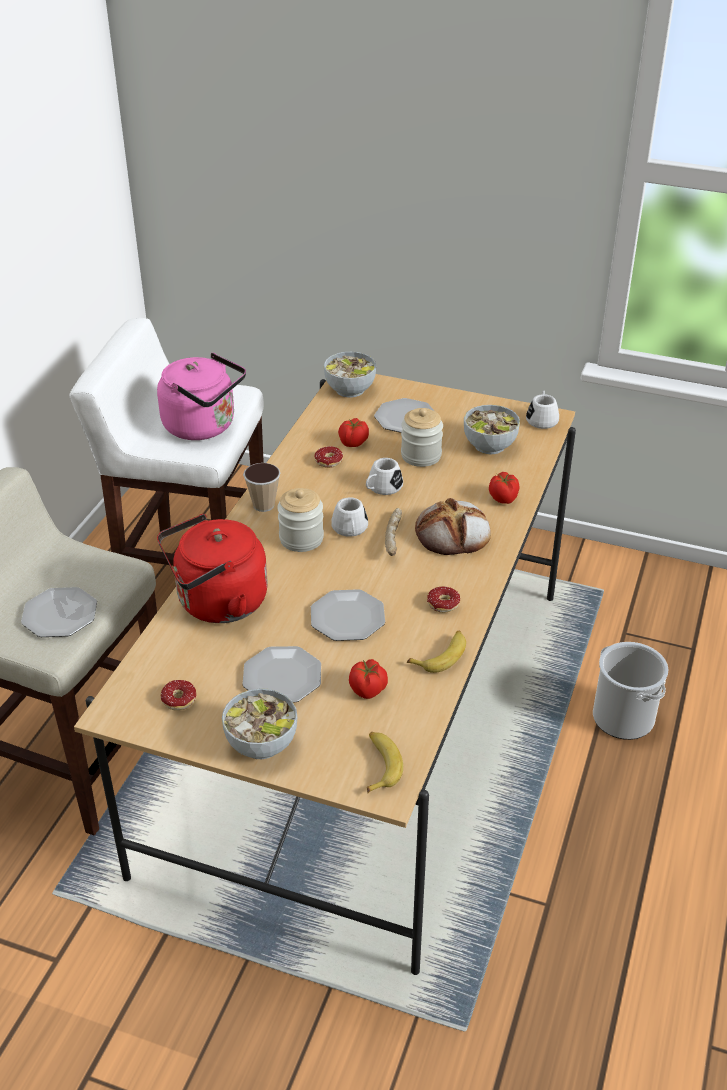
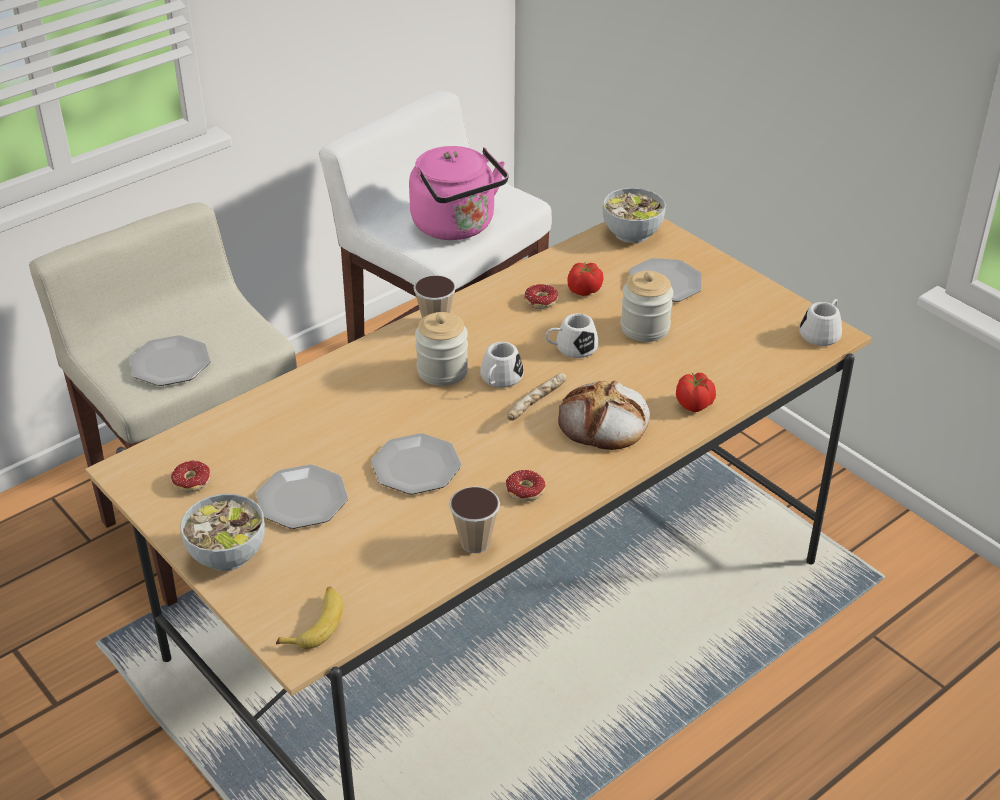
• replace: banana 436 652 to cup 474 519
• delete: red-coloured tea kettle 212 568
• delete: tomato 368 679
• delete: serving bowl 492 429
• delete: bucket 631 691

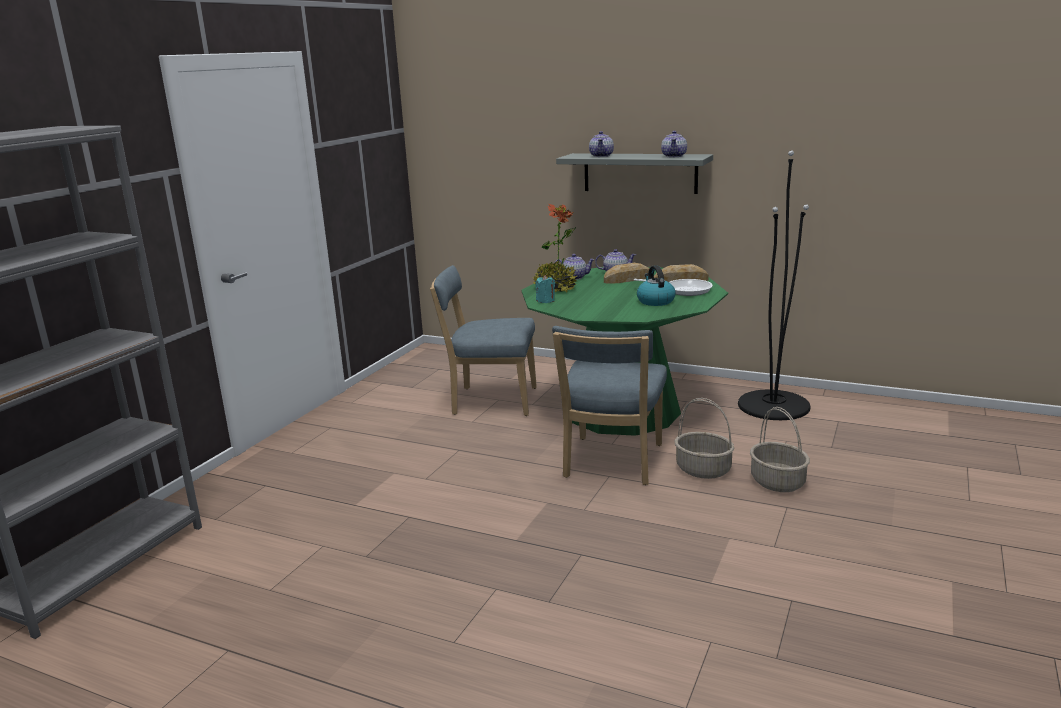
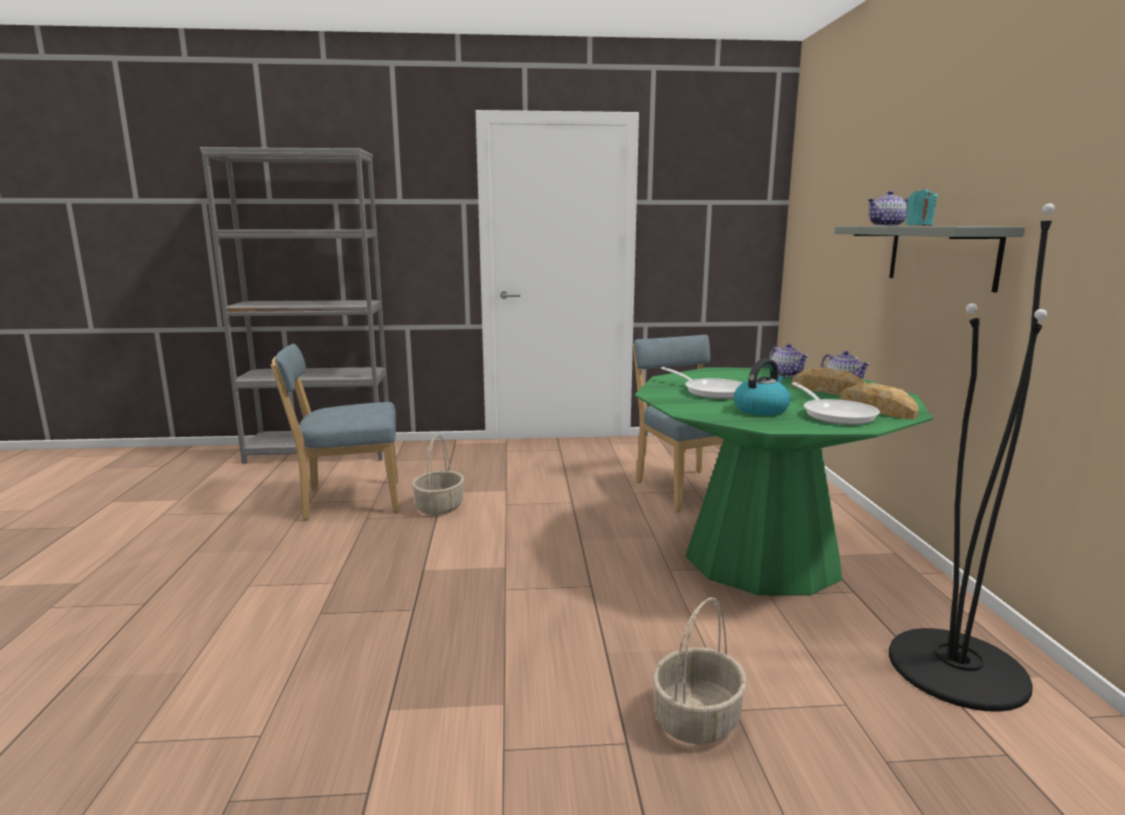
• move: blue-coloured upright chair 609 405 to 335 432
• move: storage basket 704 438 to 438 474
• insert: pan 702 383
• move: blue-green wax light 545 289 to 922 206
• delete: plant in a pot 555 248
• delete: teapot 674 144

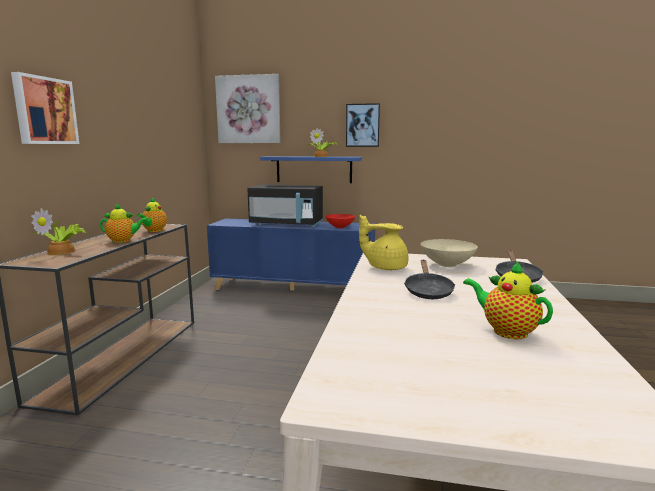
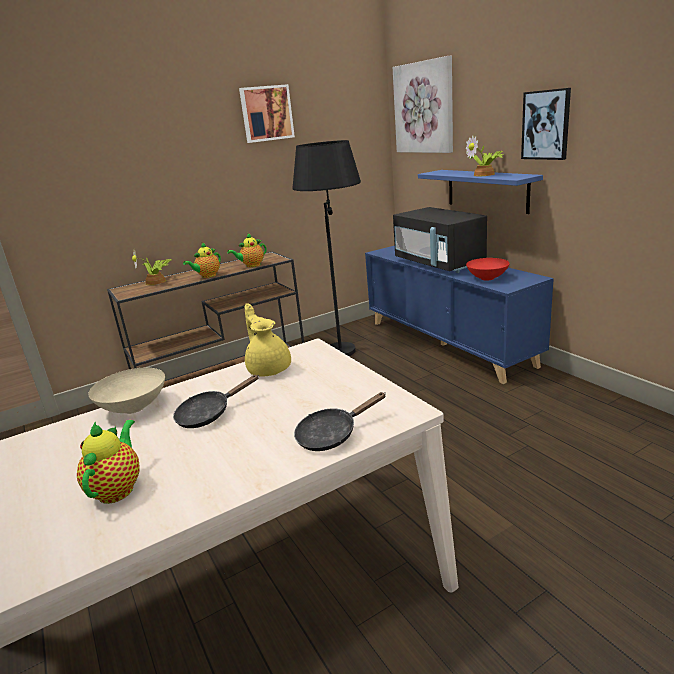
• move: beige-coloured serving bowl 449 253 to 126 390
• rotate: teapot 124 223 = 202 260 90 degrees clockwise
• move: wall art 45 108 to 267 113
• insert: blackish floor lamp 327 248

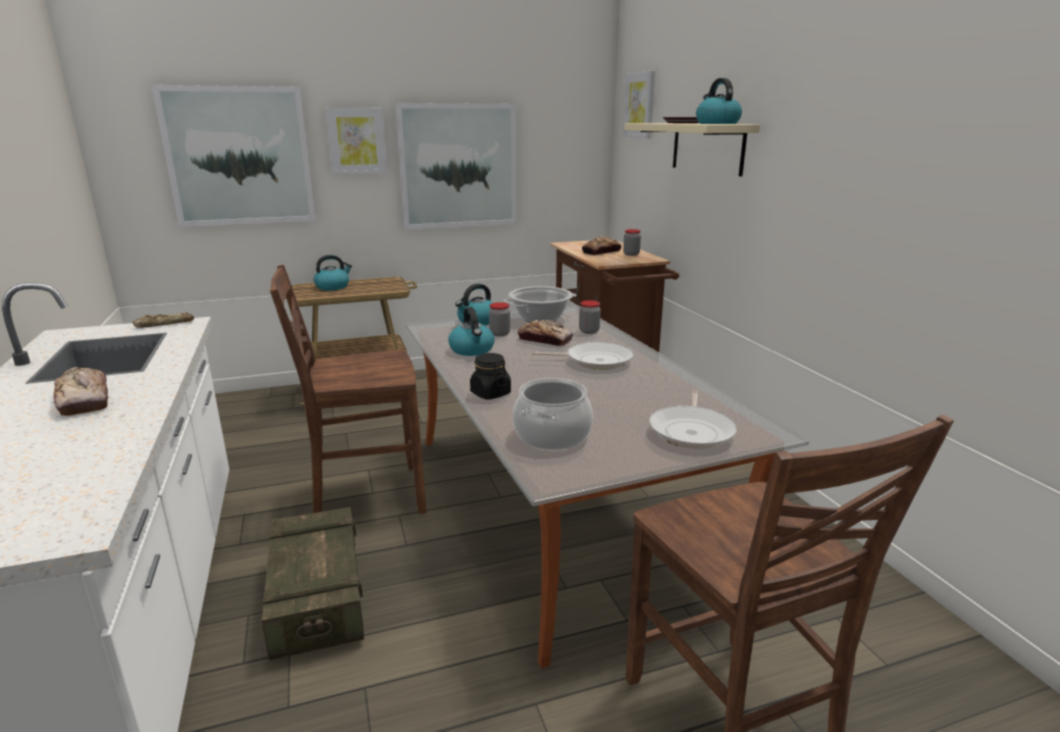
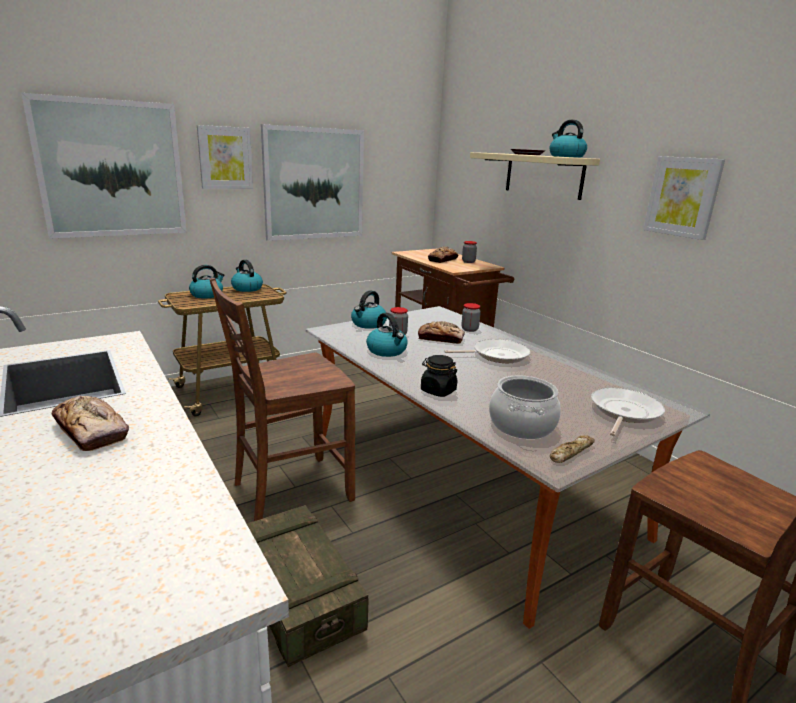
• insert: tea kettle 247 276
• move: baked bread 163 320 to 572 449
• rotate: pan 693 420 = 628 412 150 degrees counterclockwise
• move: wall art 639 105 to 684 198
• delete: saucepot 540 304

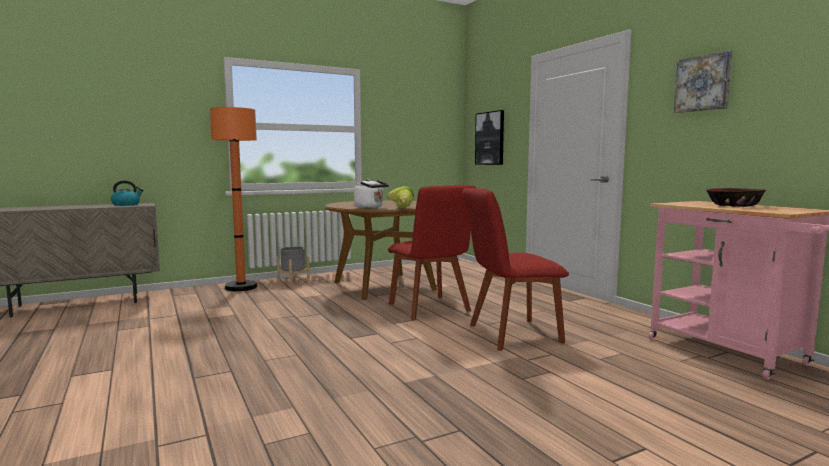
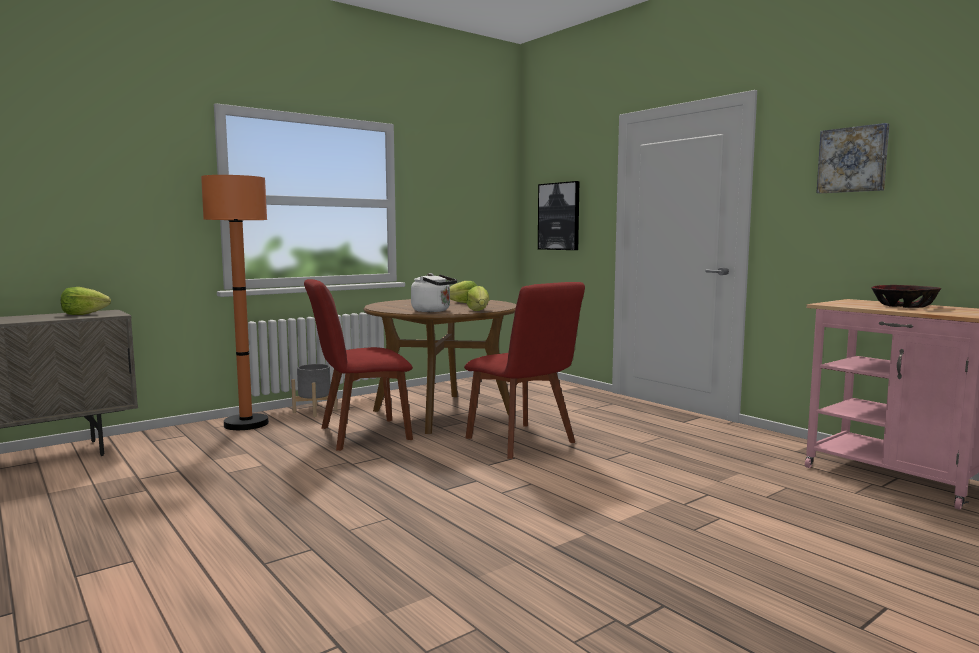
• replace: tea kettle 127 193 to lettuce 86 301
• move: red-coloured upright chair 515 269 to 358 365

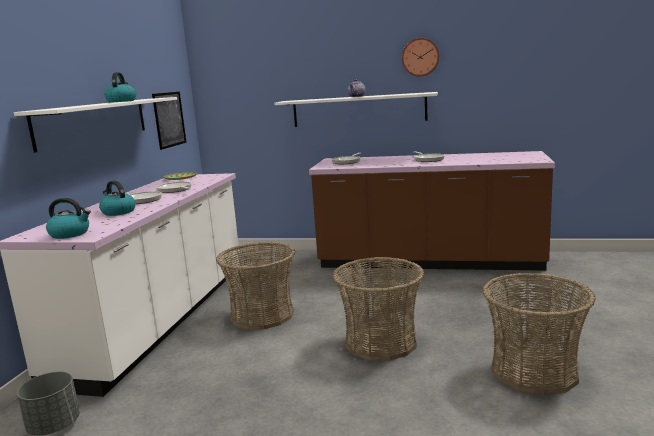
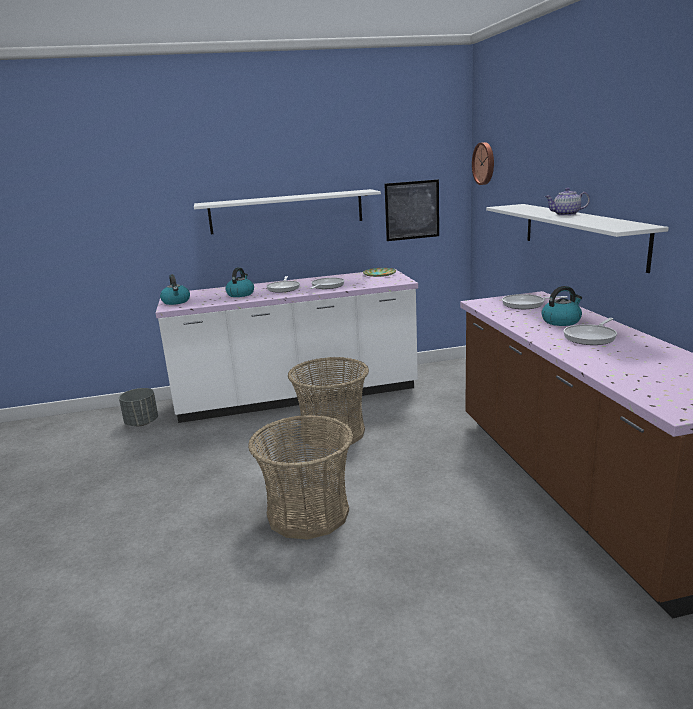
• move: hanging clock 420 57 to 483 163
• move: tea kettle 120 87 to 561 306
• delete: storage basket 539 334

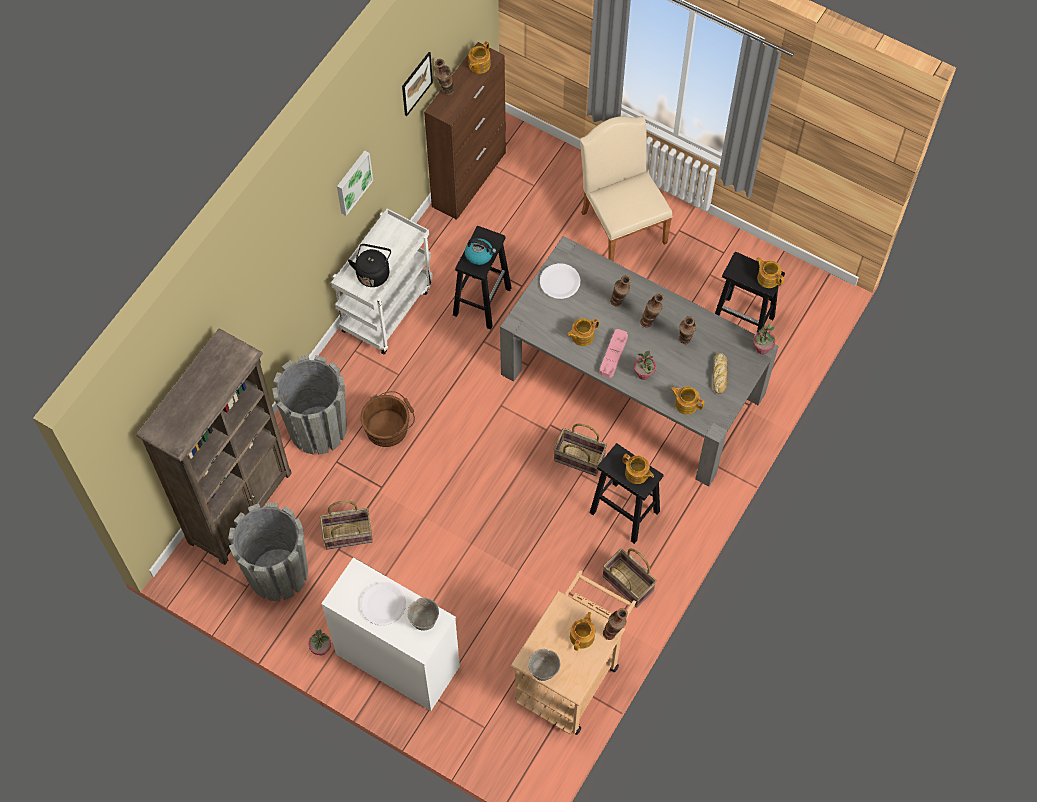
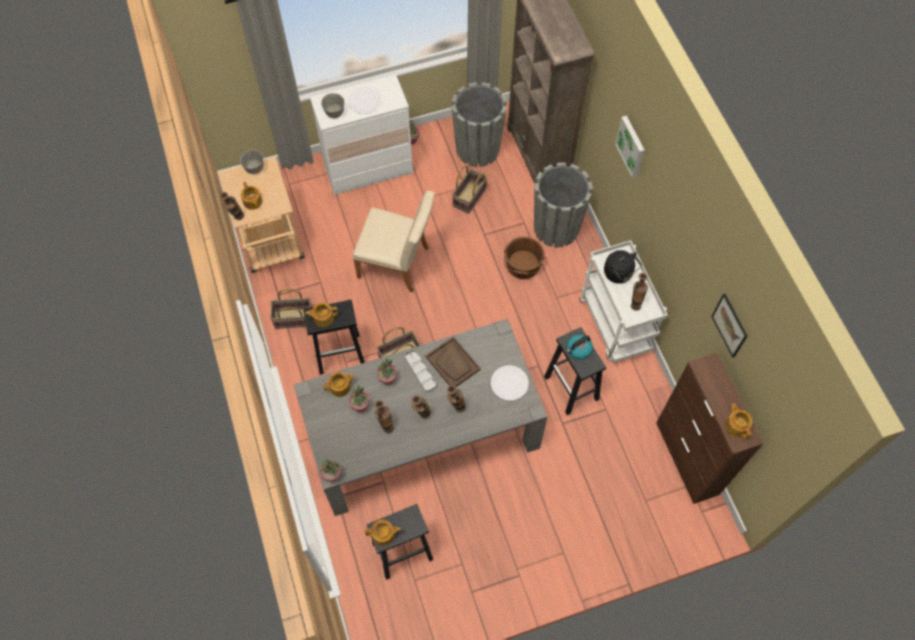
• insert: plant in a pot 359 398
• move: beige-coloured upright chair 626 189 to 393 241
• recolor: pinkish carrying tray 614 353 to greyish carrying tray 420 371
• replace: teapot 583 332 to brown-coloured carrying tray 453 361
• move: wall art 355 183 to 630 147
• move: decorative vase 444 77 to 639 292
• delete: baked bread 720 373

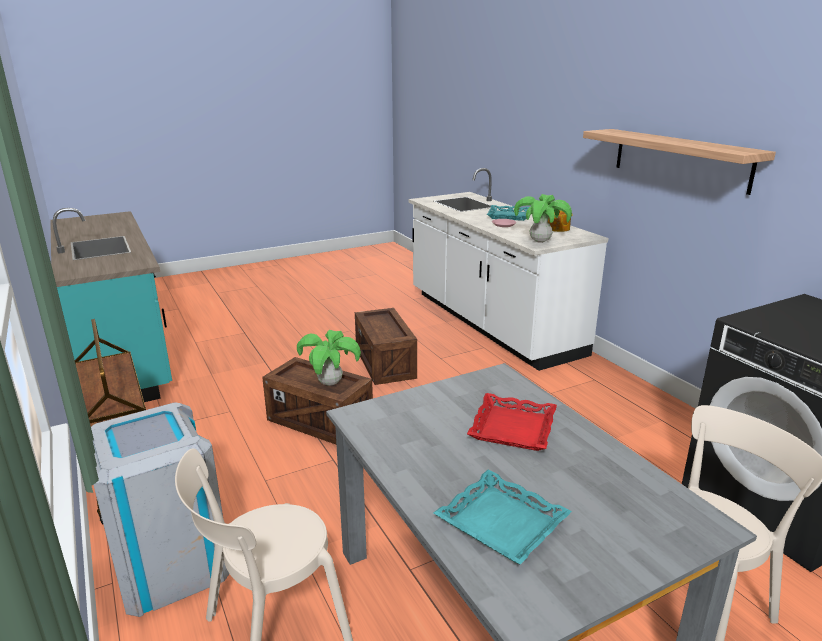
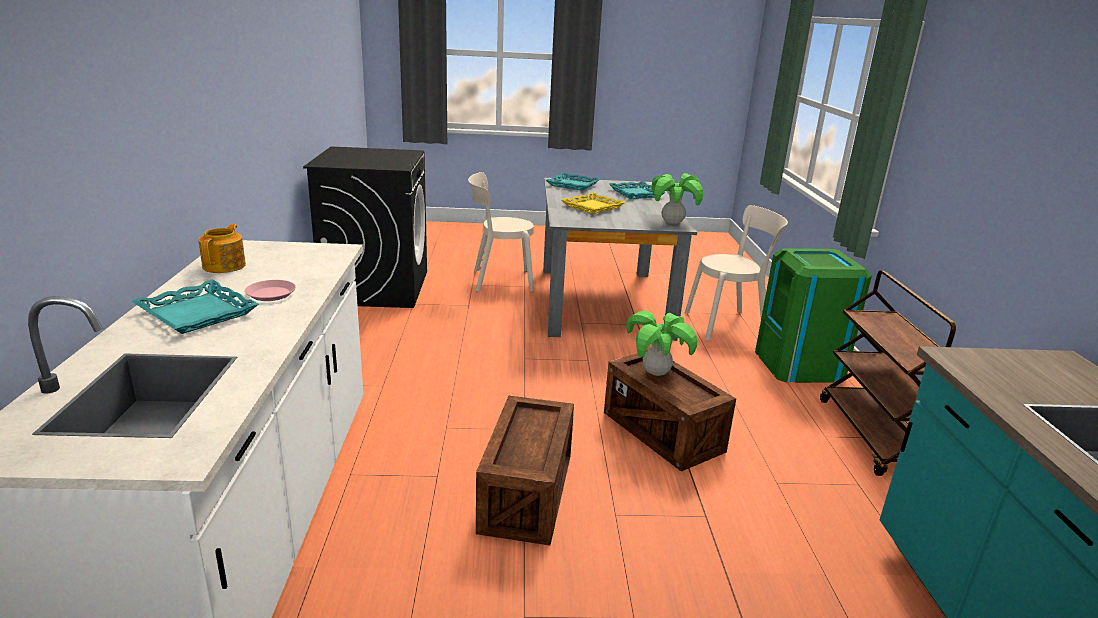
• insert: blue-green carrying tray 573 182
• recolor: red-coloured carrying tray 512 422 to yellowish carrying tray 593 203
• move: plant in a pot 543 218 to 677 199
• recolor: greyish trash can 160 509 to green trash can 813 315
• delete: shelf 679 162

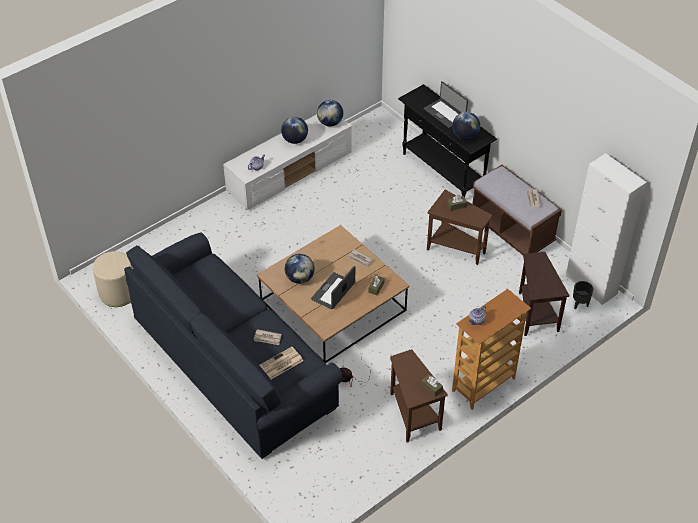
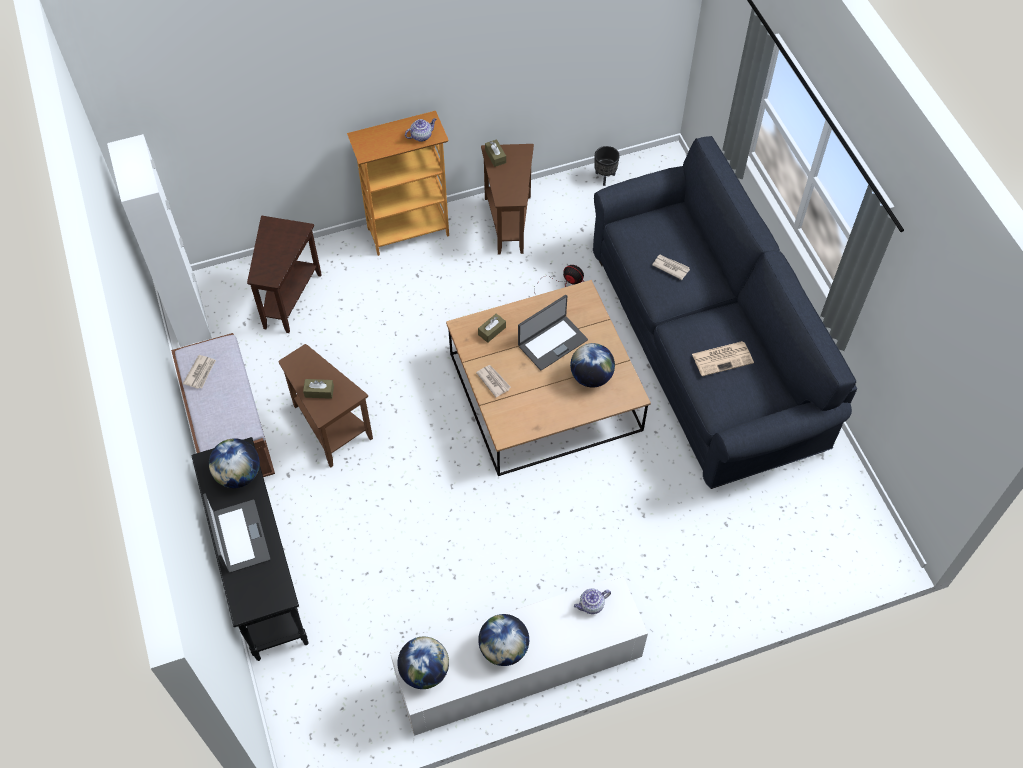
• move: blackish planter 583 295 to 607 166
• move: newspaper 281 363 to 723 358
• delete: beige-coloured footrest 113 279

